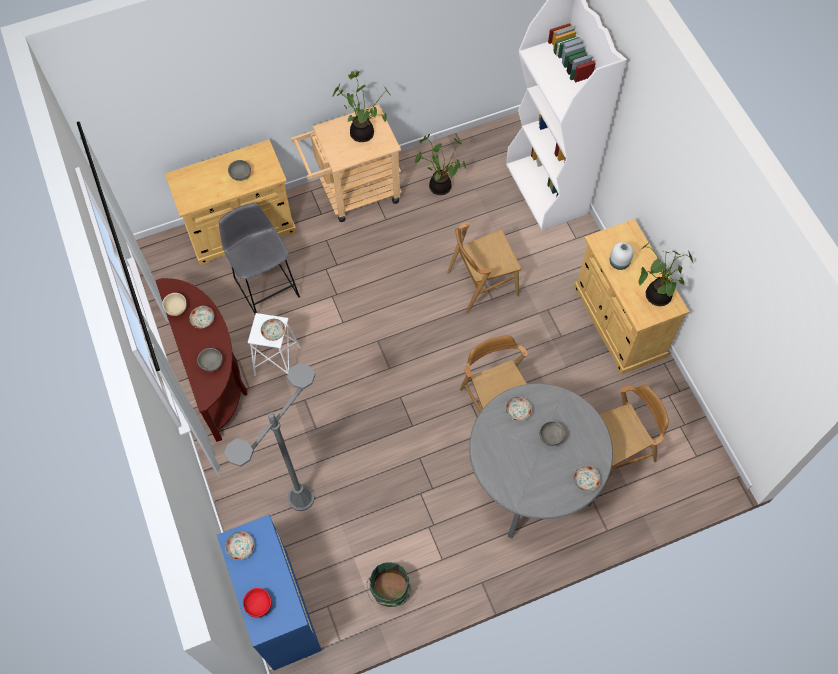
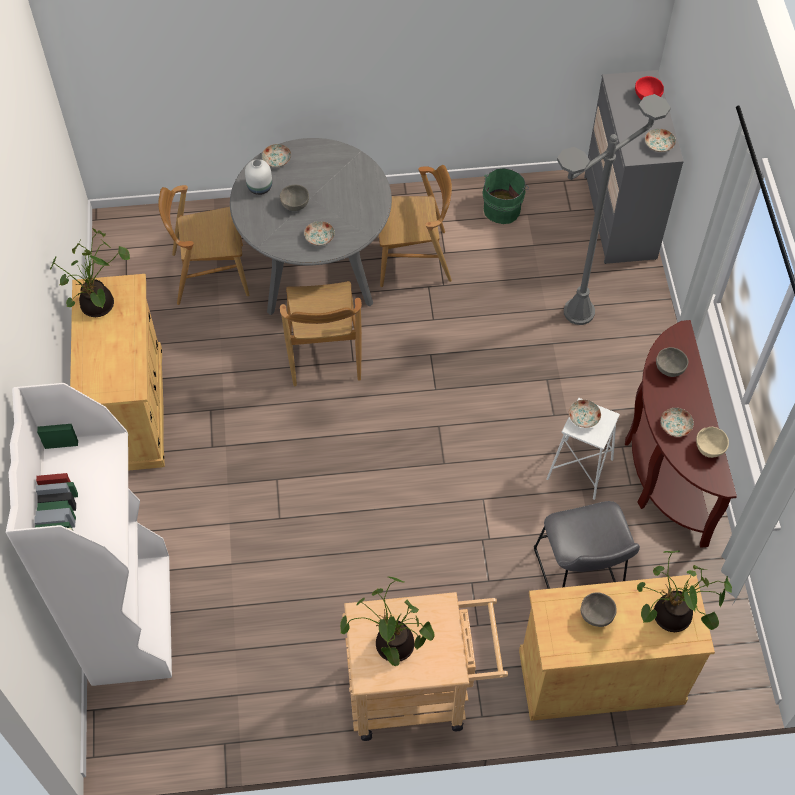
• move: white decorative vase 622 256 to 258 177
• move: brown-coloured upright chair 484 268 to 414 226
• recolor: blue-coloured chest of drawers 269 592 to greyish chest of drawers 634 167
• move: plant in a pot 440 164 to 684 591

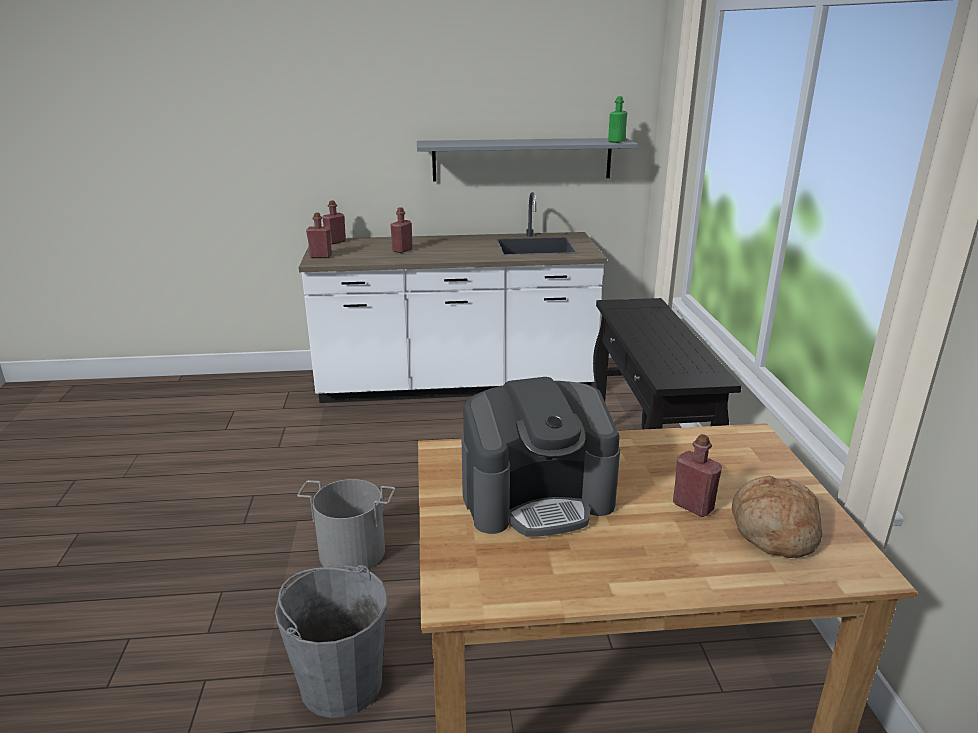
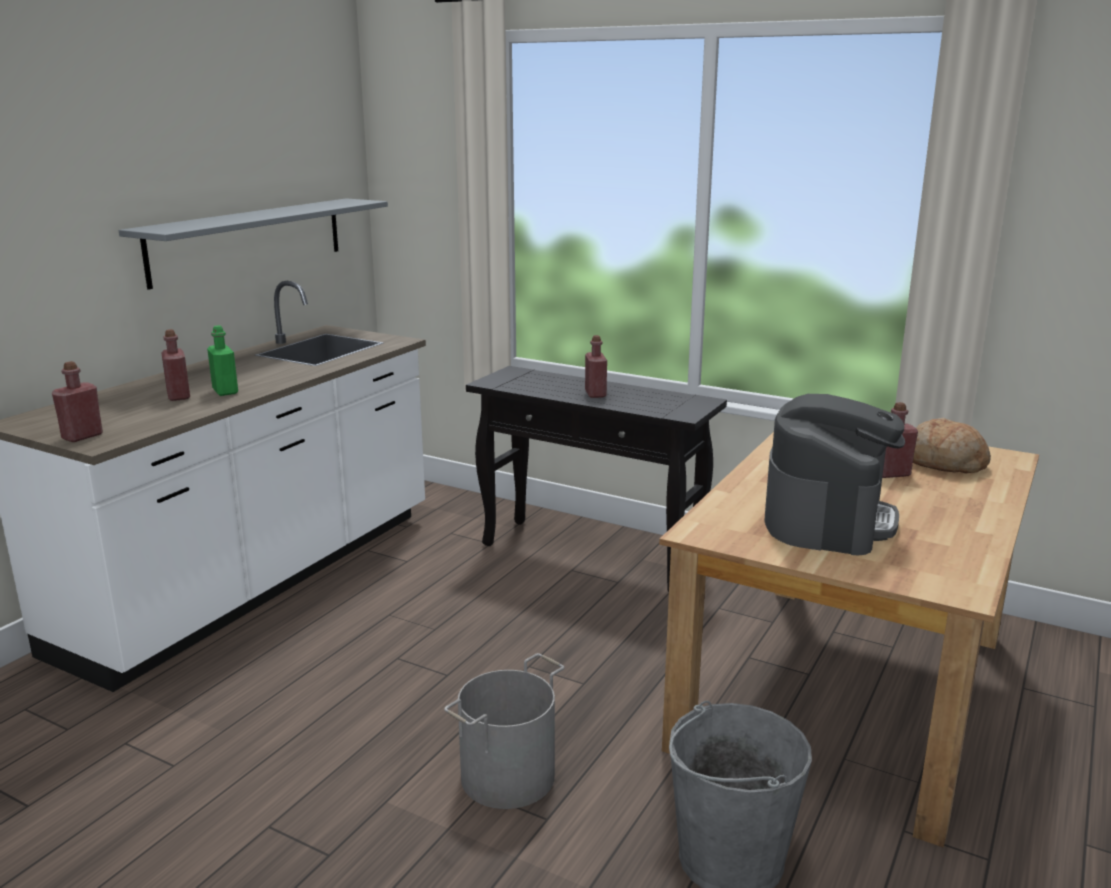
• move: green beverage bottle 617 119 to 222 360
• move: red-coloured beverage bottle 334 222 to 596 366

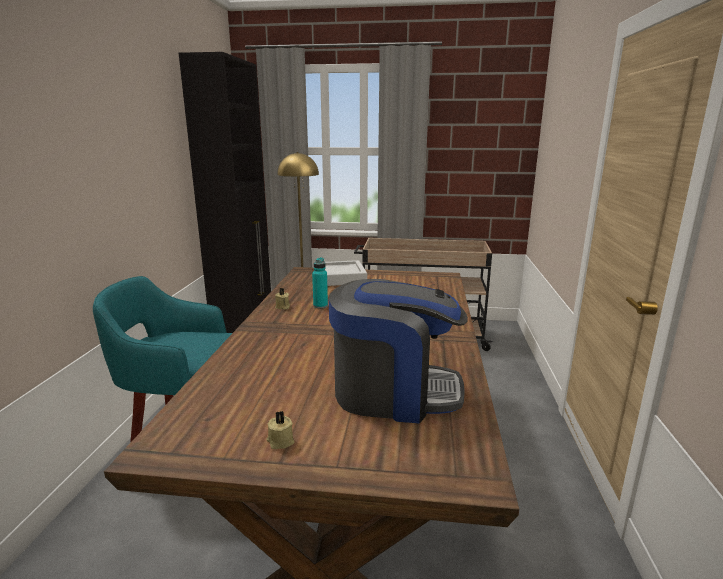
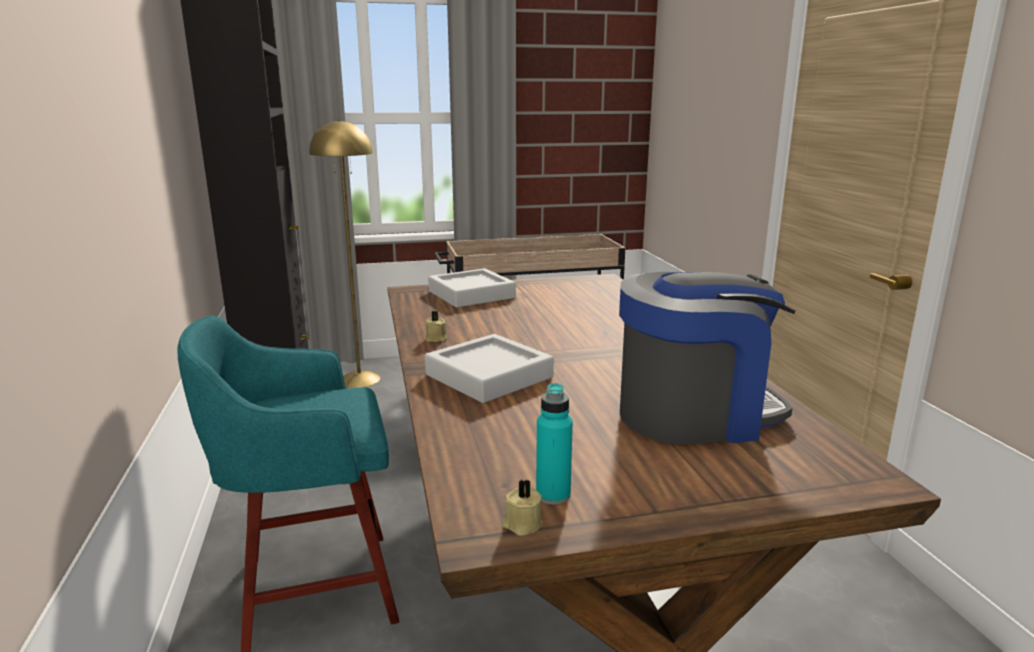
• insert: greyish carrying tray 489 368
• move: beige-coloured wax light 280 430 to 522 507
• move: blue-green beverage bottle 320 282 to 554 444

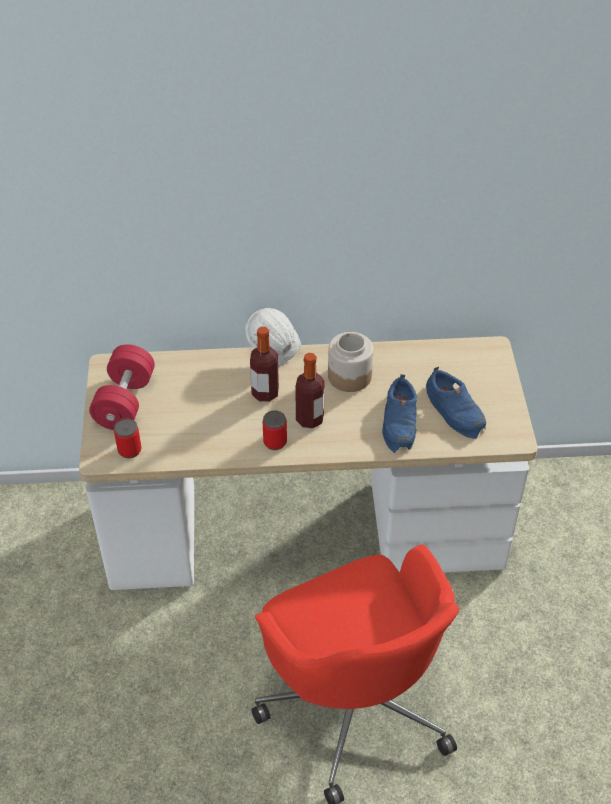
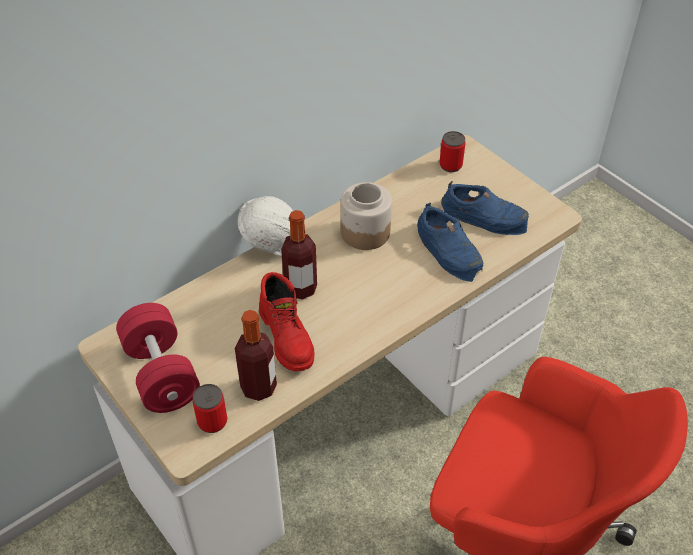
• move: beverage bottle 310 391 to 256 355
• insert: red-coloured boot 286 322
• move: can 275 430 to 452 151

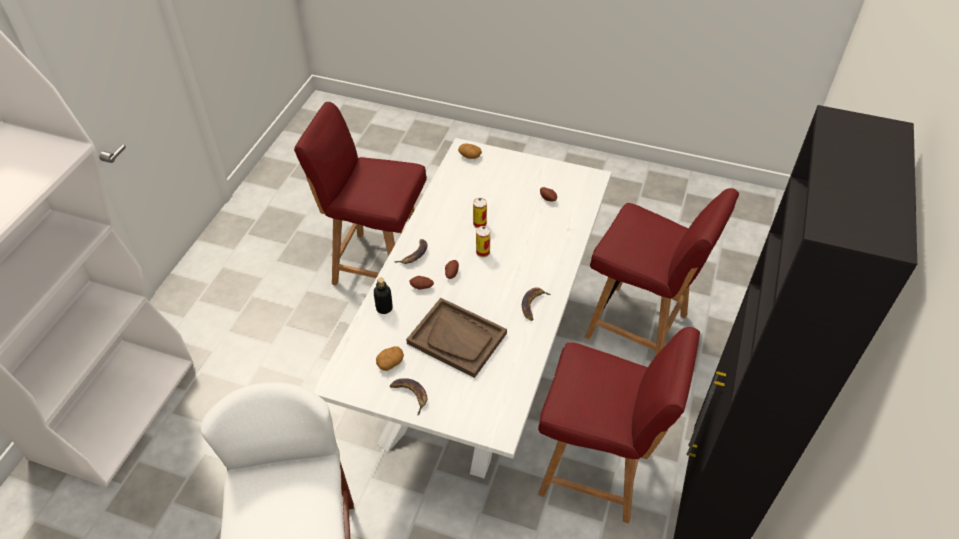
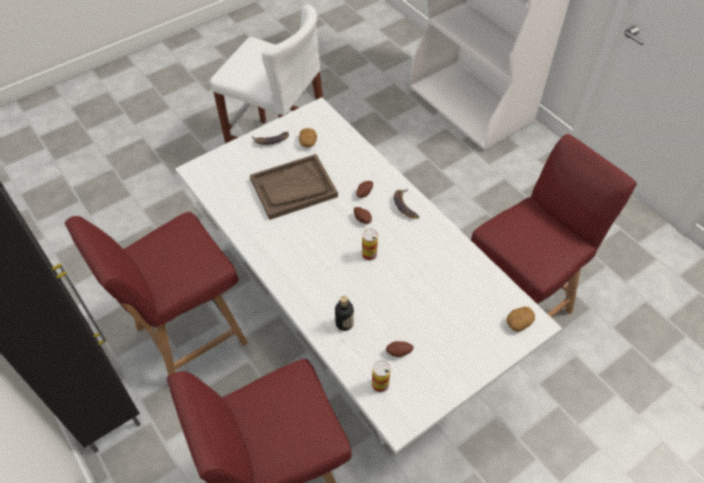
• move: beverage bottle 383 296 to 344 313
• move: can 480 213 to 381 376
• delete: banana 536 304

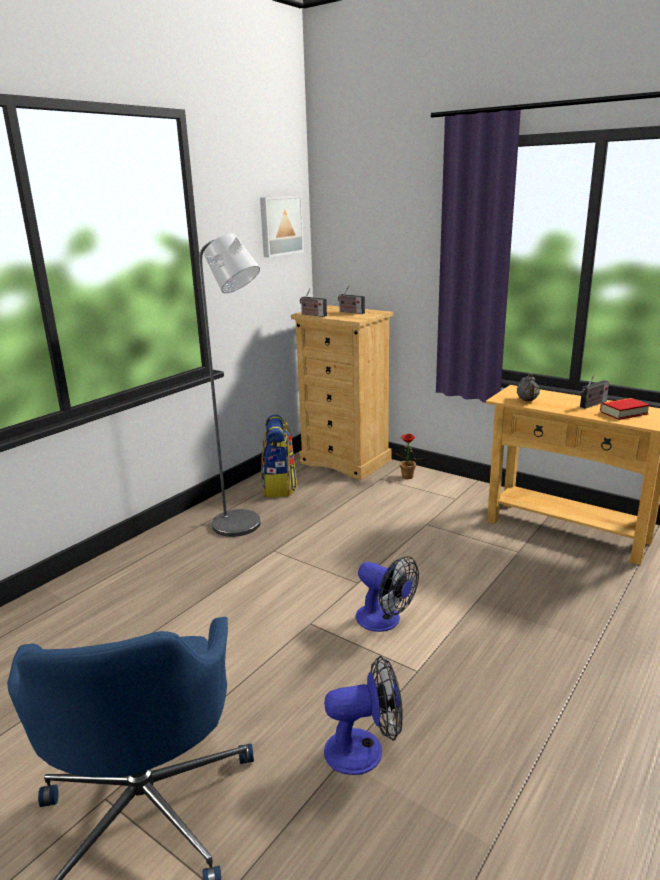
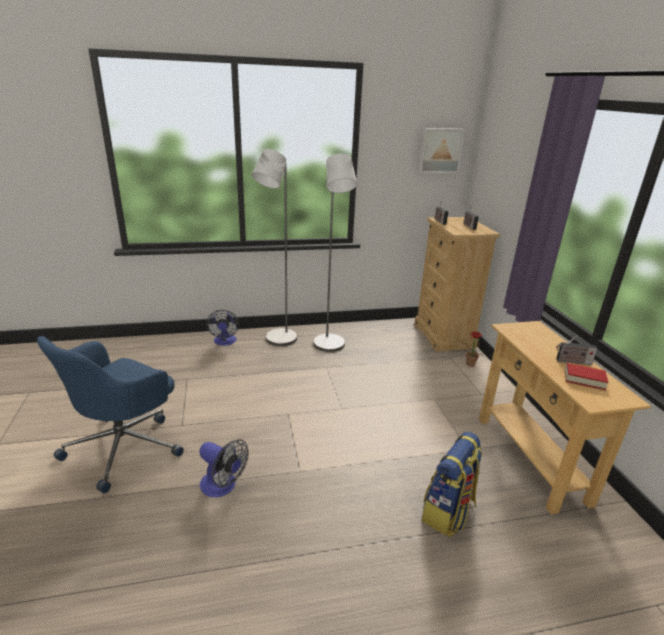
• move: cooling fan 387 594 to 222 328
• insert: greyish floor lamp 274 247
• move: knapsack 279 456 to 452 484
• delete: greyish teapot 528 387

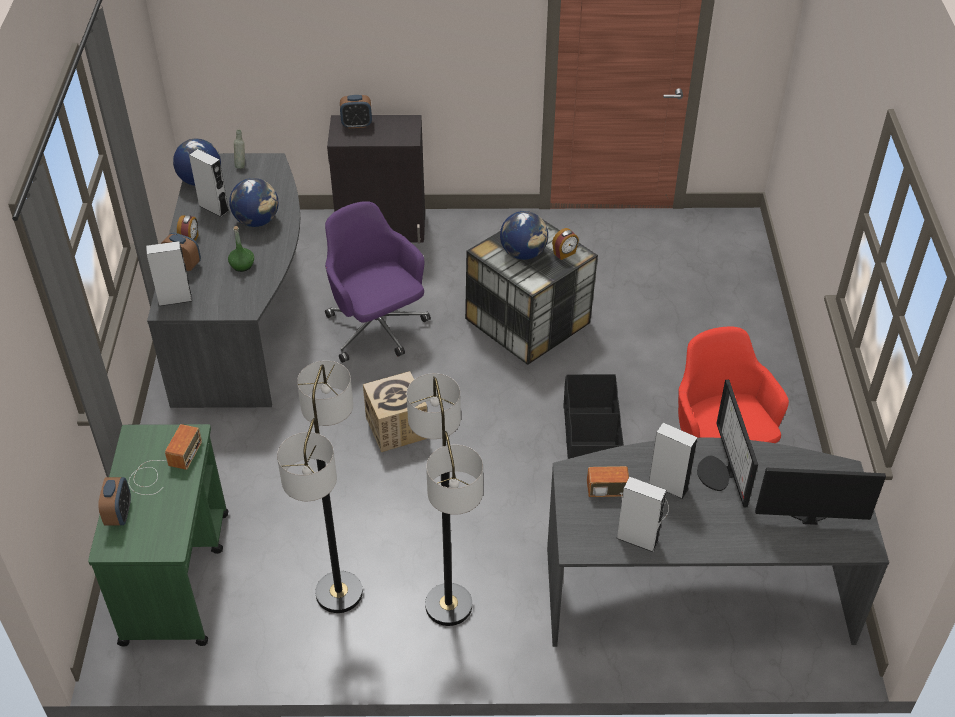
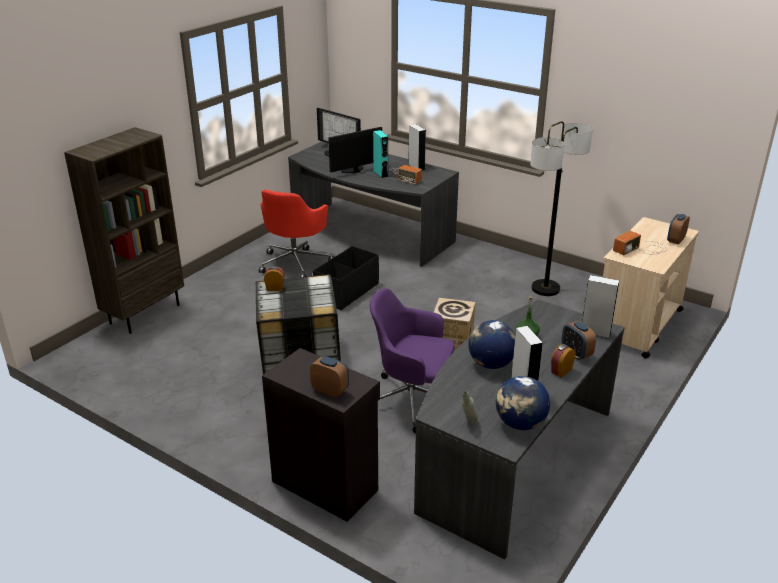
• insert: brown-coloured shelving unit 124 230
• rotate: monitor 727 444 = 355 150 150 degrees counterclockwise
• rotate: purple-coloured desk chair 378 282 = 412 361 105 degrees clockwise
• recolor: greyish audio speaker 673 461 to blue-green audio speaker 380 154
• recolor: green trolley 158 535 to beige-coloured trolley 651 287
• delete: floor lamp 445 499
• delete: desk globe 524 235

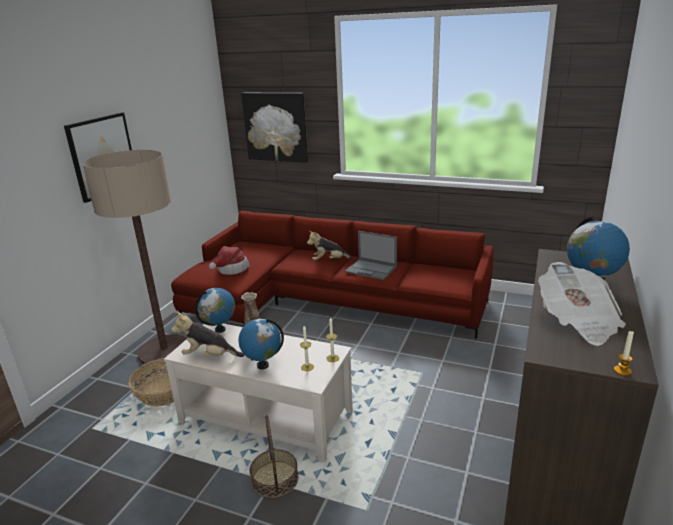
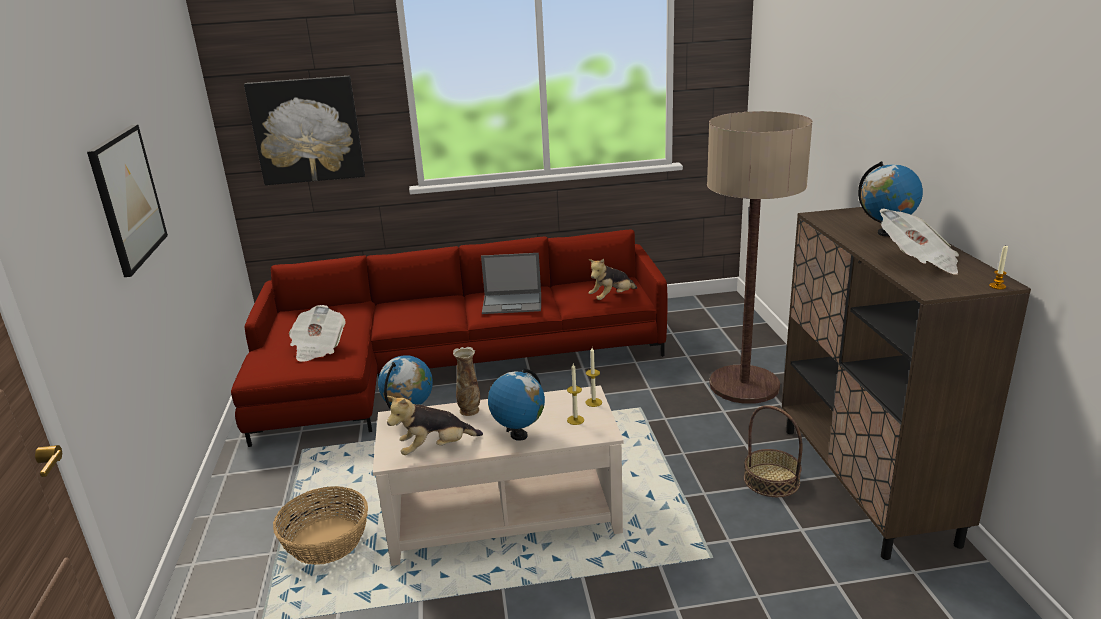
• replace: clothing hat 229 260 to newspaper 317 333
• move: cuddly toy 330 245 to 613 279
• move: floor lamp 134 258 to 760 257
• move: storage basket 274 456 to 773 451

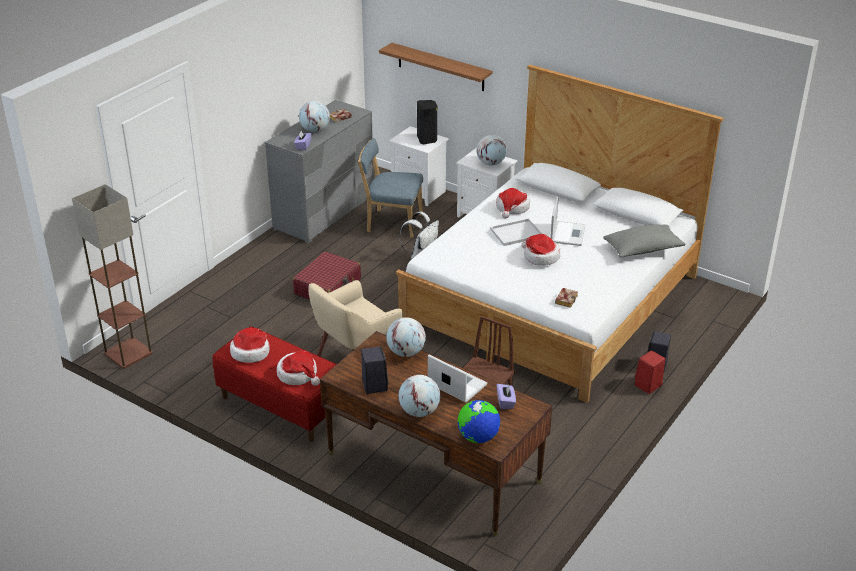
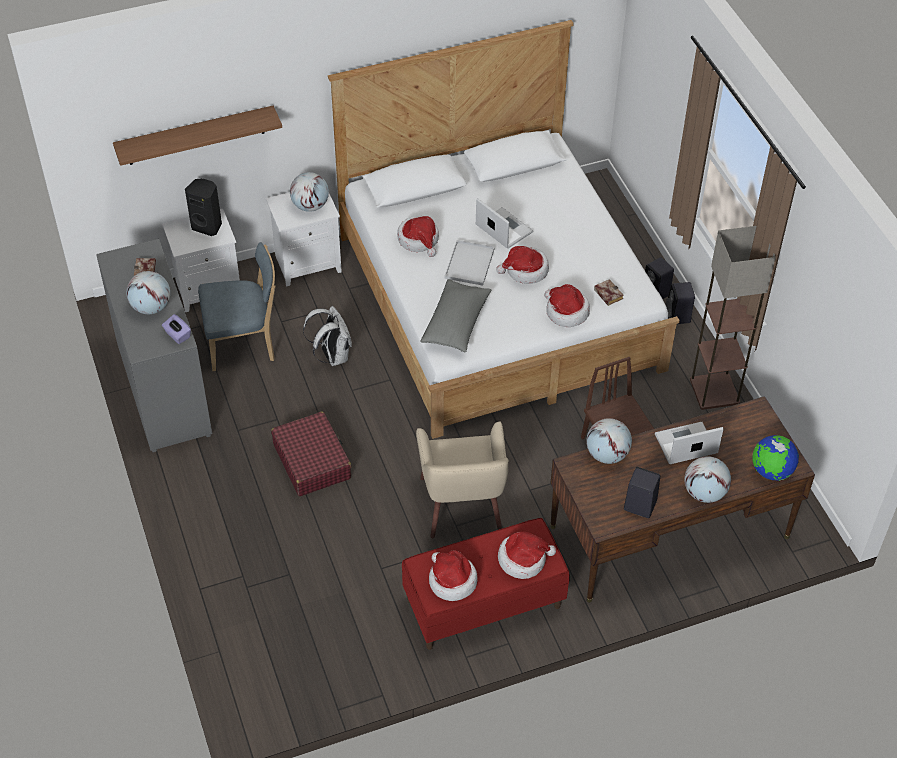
• rotate: blue-coloured upright chair 390 188 = 236 306 150 degrees counterclockwise
• move: greyish pillow 644 241 to 456 315
• insert: clothing hat 567 305
• recolor: red-coloured audio speaker 650 372 to blackish audio speaker 680 303
• move: floor lamp 112 276 to 733 318
• delete: purple-coloured tissue box 506 396

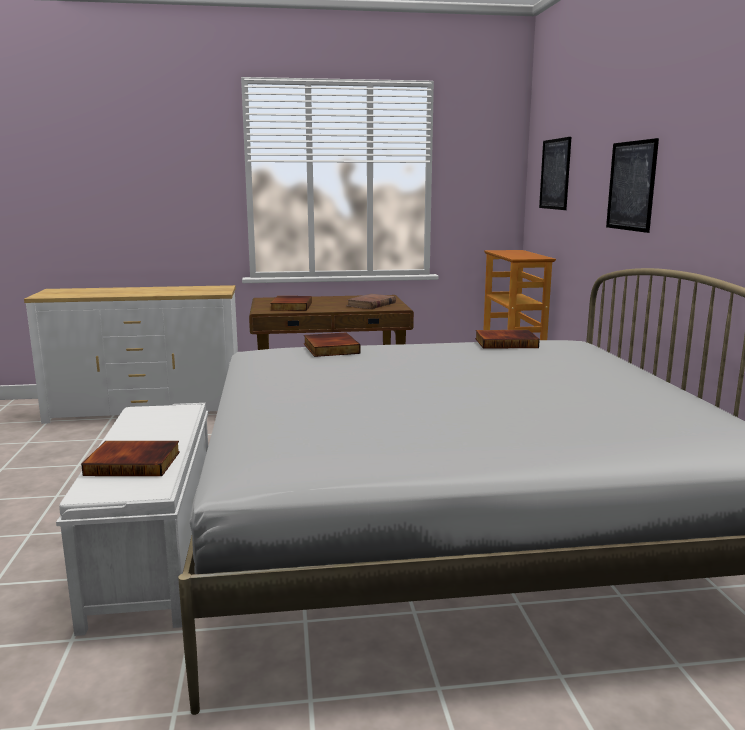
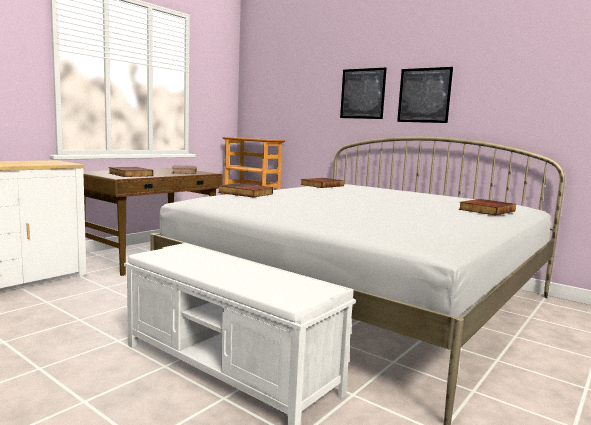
• move: wall art 555 173 to 425 95
• move: book 130 458 to 487 207

